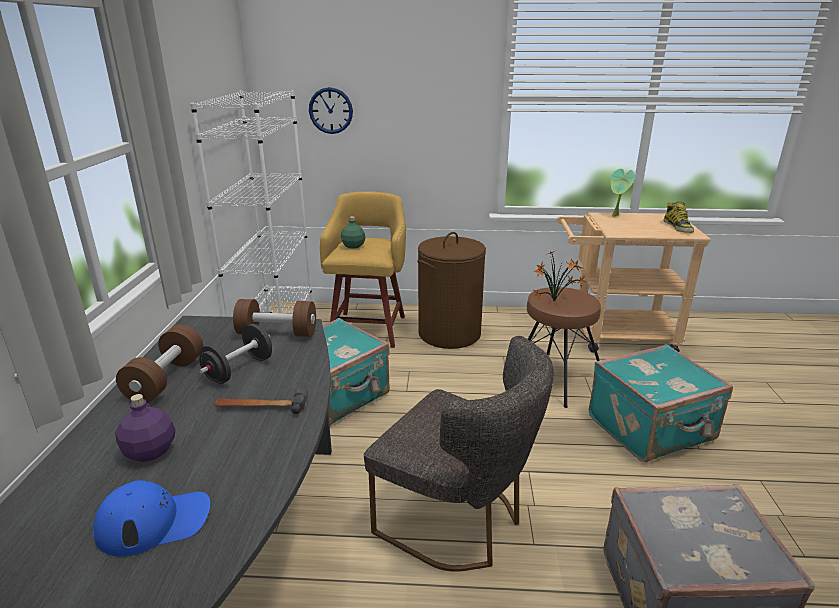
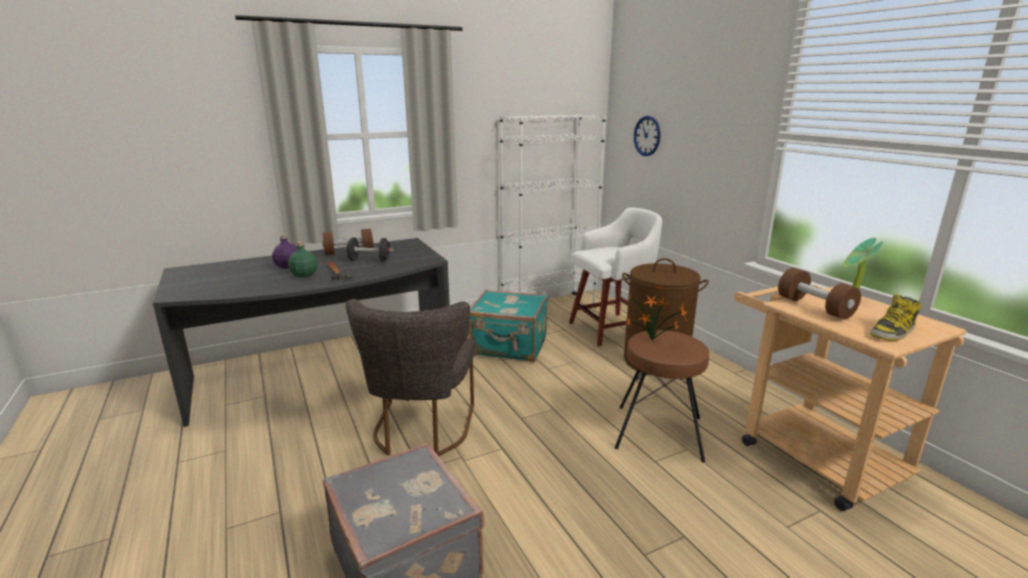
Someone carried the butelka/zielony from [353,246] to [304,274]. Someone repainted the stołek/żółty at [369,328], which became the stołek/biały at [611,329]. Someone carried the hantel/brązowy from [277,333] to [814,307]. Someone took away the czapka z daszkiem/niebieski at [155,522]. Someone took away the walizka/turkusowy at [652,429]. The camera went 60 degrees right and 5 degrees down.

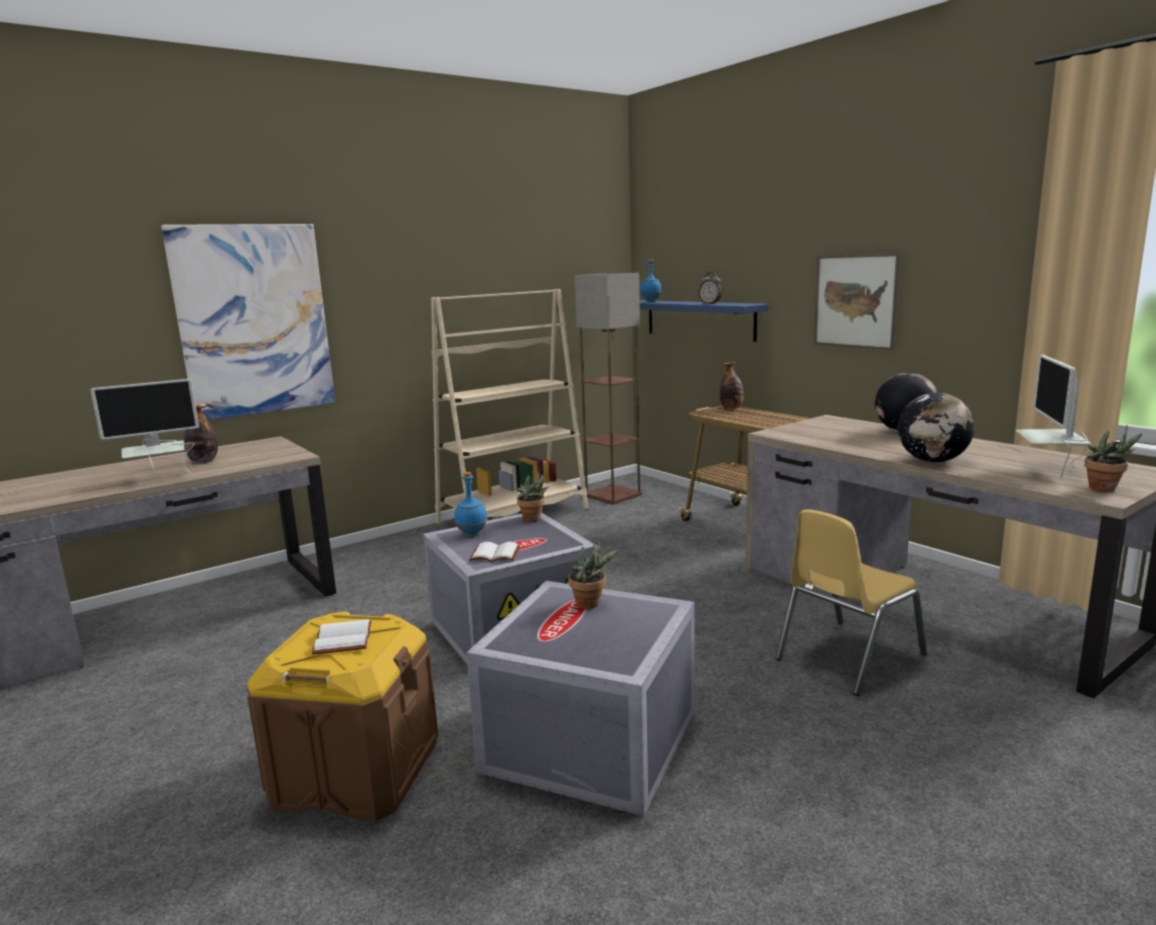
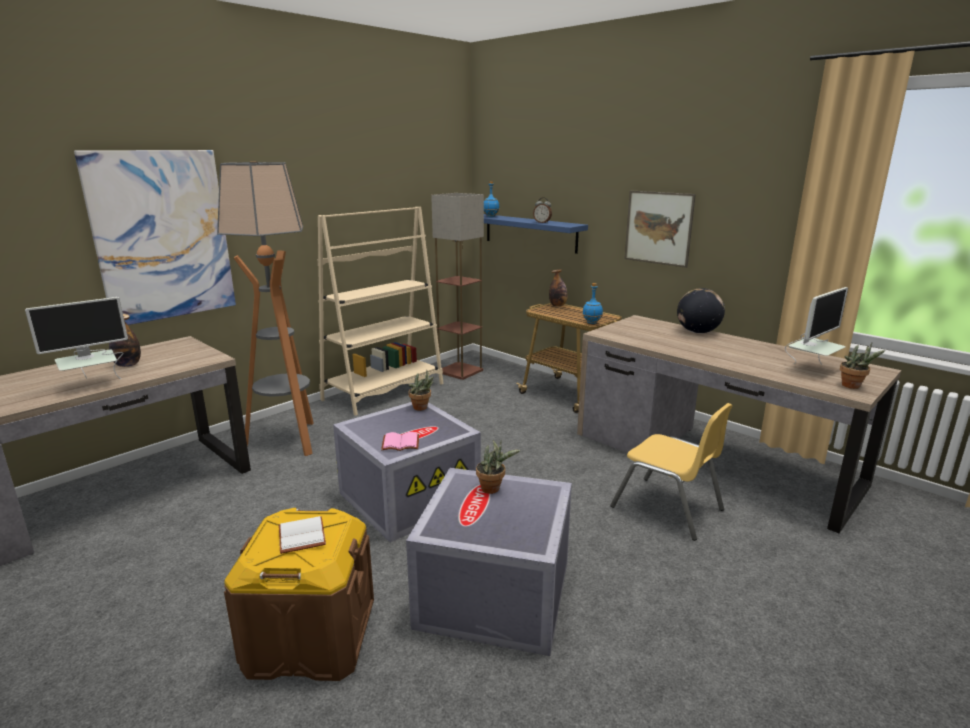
Someone put down the lampa stojąca at [288,440]. Someone repainted the książka/biały at [494,555], which became the książka/różowy at [400,444]. Someone carried the butelka/niebieski from [472,534] to [591,323]. Someone rotated the krzesło/żółty at [847,656] by 90 degrees counterclockwise. Someone rotated the monitor at [1050,470] by 135 degrees counterclockwise. Someone took away the globus at [932,461]. The camera went 10 degrees left and 5 degrees up.

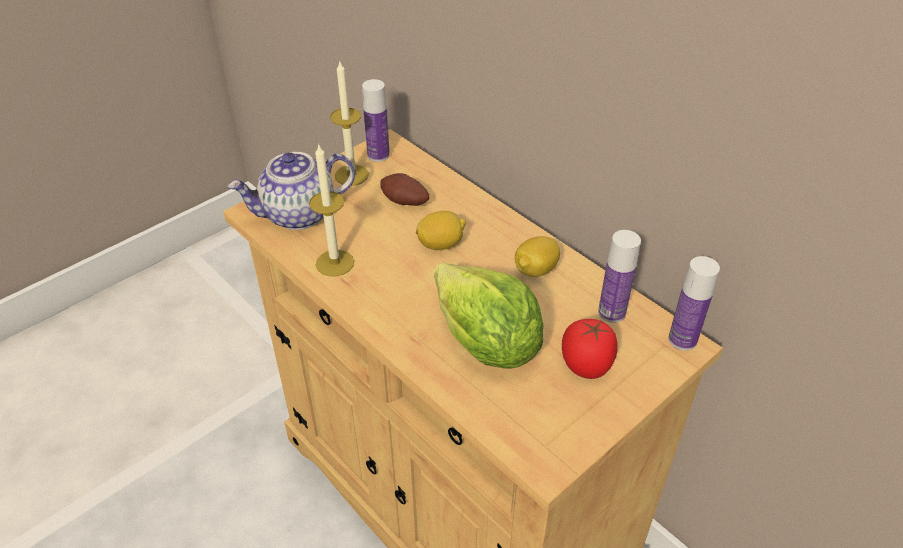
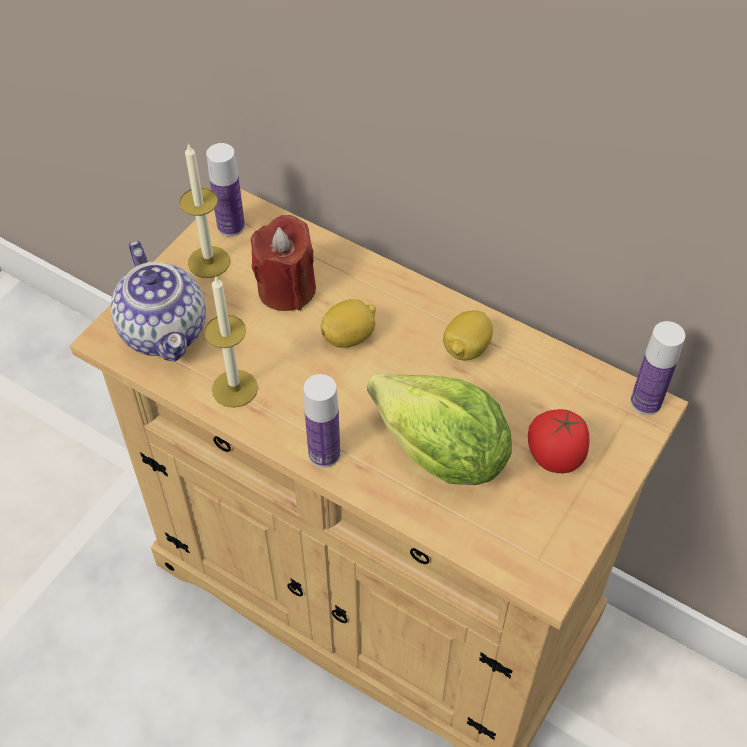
Someone rotated the imbryk at [298,215] by 75 degrees counterclockwise. Someone swapped the ziemniak at [404,203] for the świeca/czerwony at [286,289]. Someone carried the butelka from [611,312] to [324,454]. The camera went 15 degrees left and 10 degrees up.

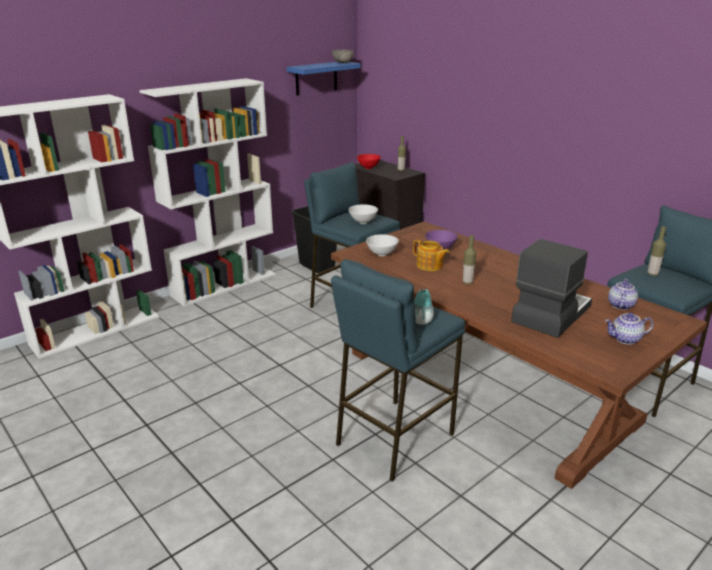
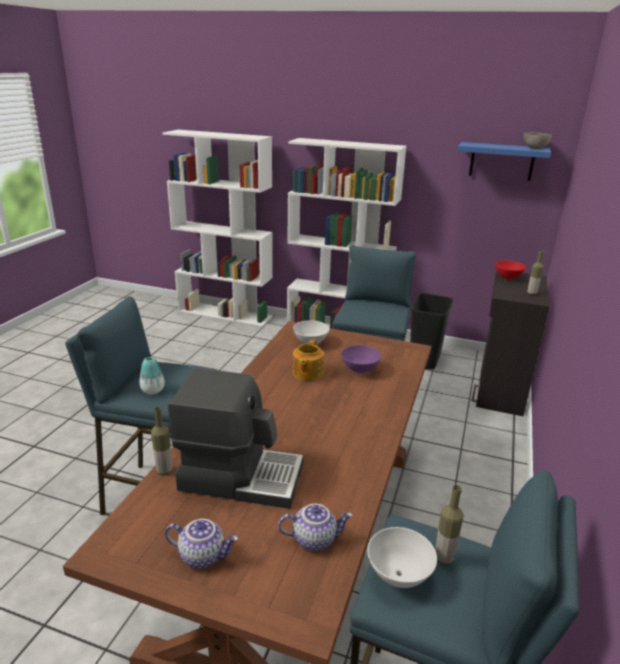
Someone carried the butelka from [467,282] to [164,471]. Someone rotated the imbryk at [625,339] by 135 degrees clockwise. Someone carried the miska/biały from [363,222] to [399,575]. The camera went 60 degrees right and 0 degrees up.

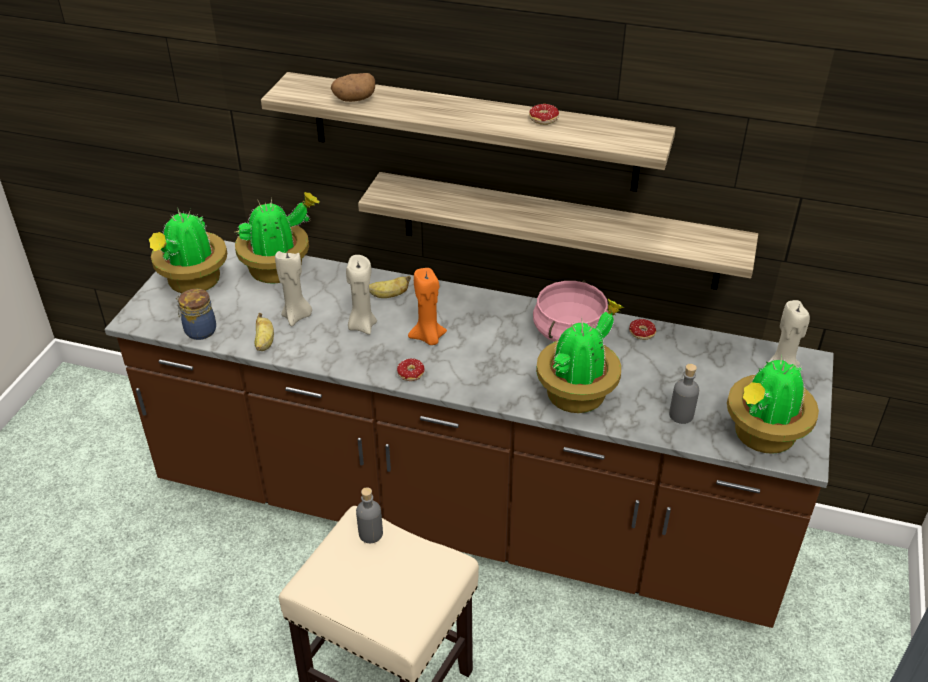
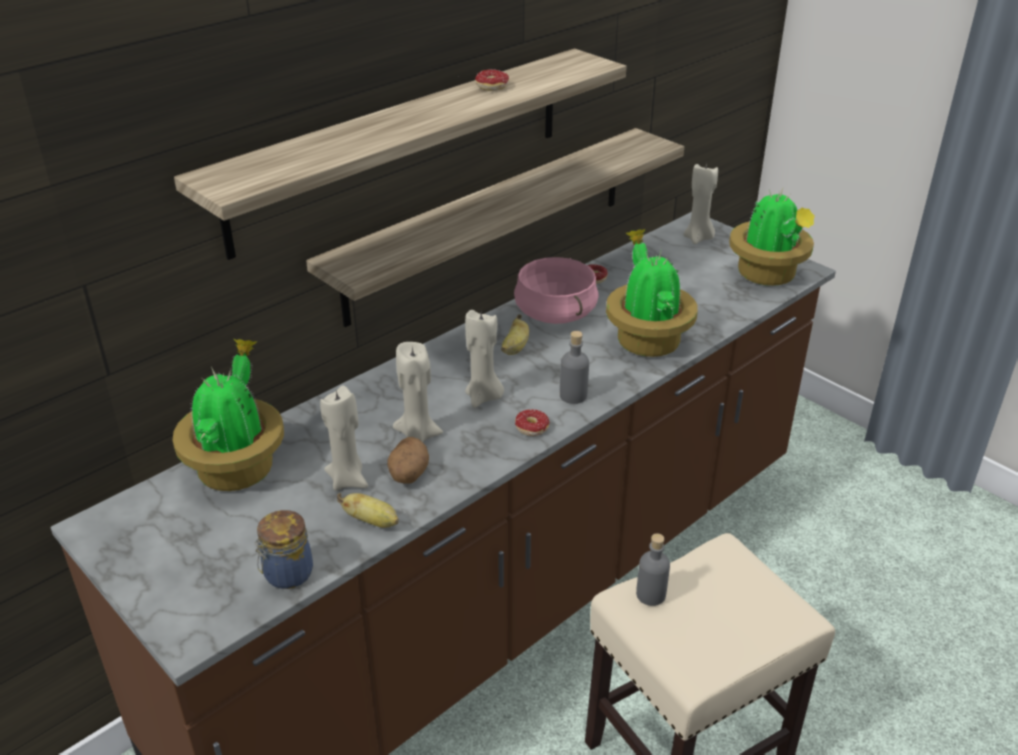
Someone carried the ziemniak from [354,100] to [408,475]. Someone repainted the świeca/pomarańczowy at [428,338], which became the świeca/beżowy at [484,397]. Someone carried the banan from [388,295] to [515,348]. Someone carried the butelka/szary from [681,415] to [573,395]. Someone took away the roślina doniczkowa at [193,282]. The camera went 60 degrees left and 5 degrees down.

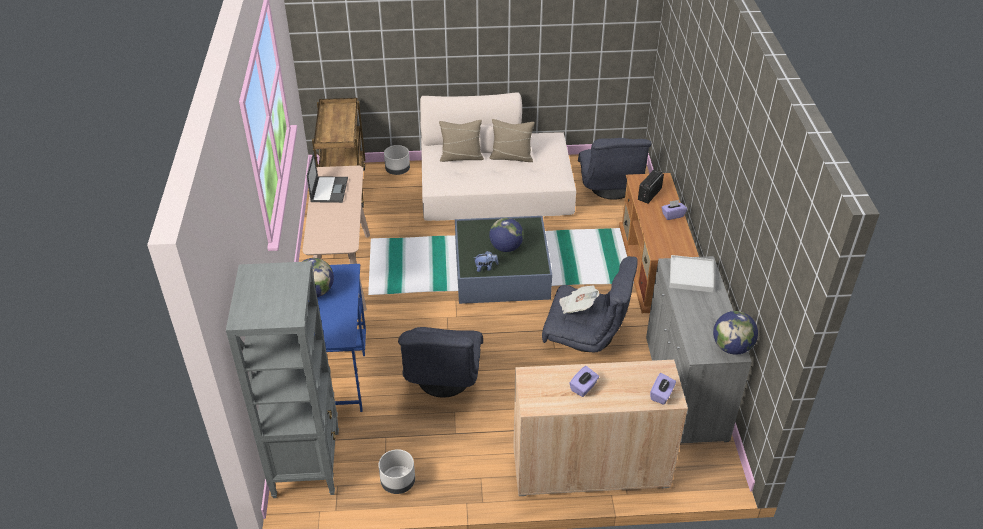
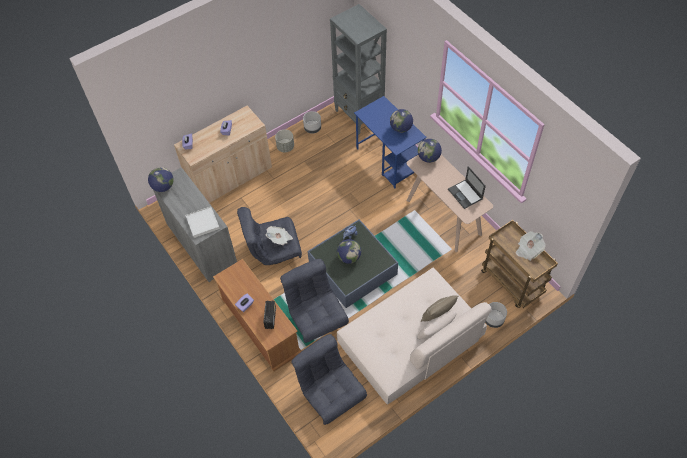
Someone put down the donica/szary at [285,147]. Someone carried the fotel/szary from [442,377] to [316,316]. Someone put down the globus at [428,158]. Someone put down the gazeta at [528,249]. Someone took away the poduszka/beżowy at [511,157]. The camera went 150 degrees right and 15 degrees up.

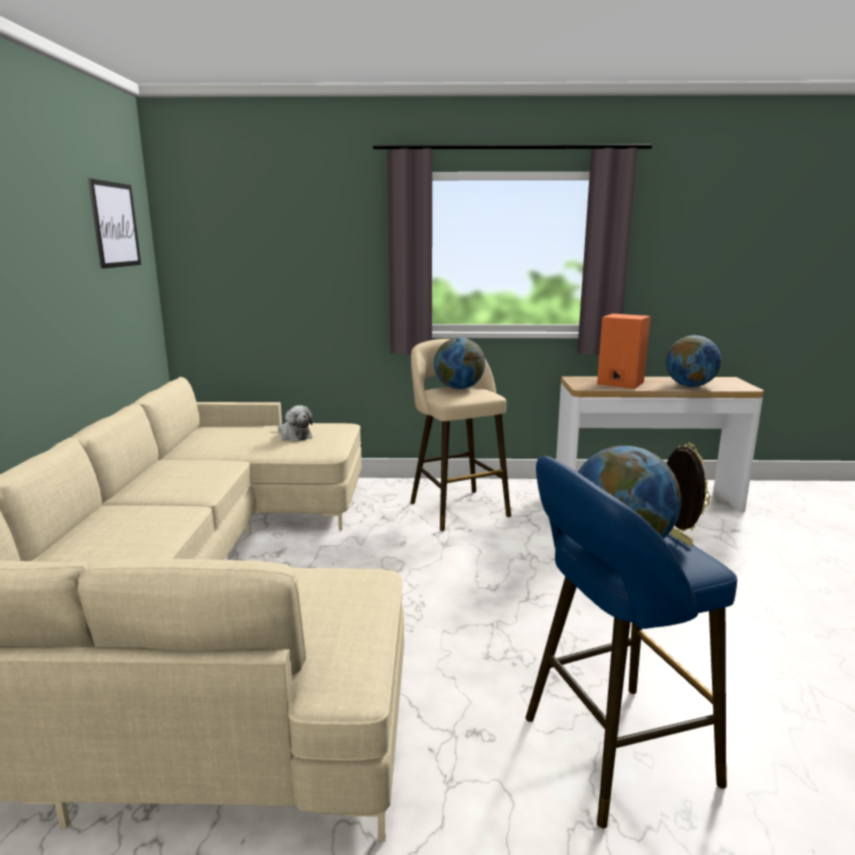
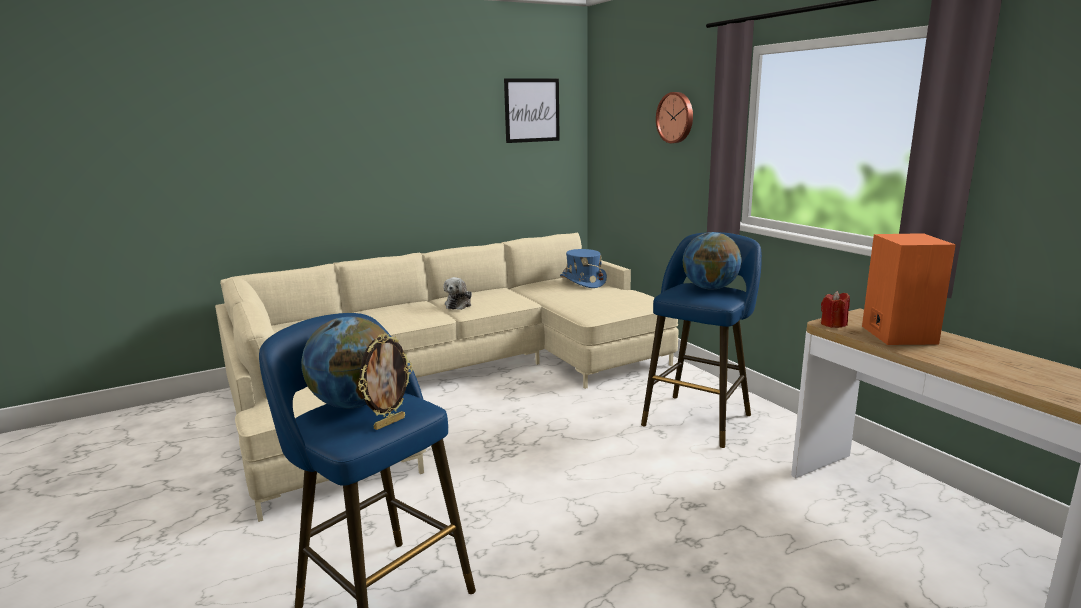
Someone carried the pluszak from [294,436] to [459,304]. Someone put down the kapelusz/niebieski at [583,282]. Someone repainted the stołek/beżowy at [456,507], which became the stołek/niebieski at [699,417]. Someone put up the zegar ścienny at [676,117]. Someone put down the świeca/czerwony at [833,324]. Someone took away the globus at [690,386]. The camera went 60 degrees right and 0 degrees up.

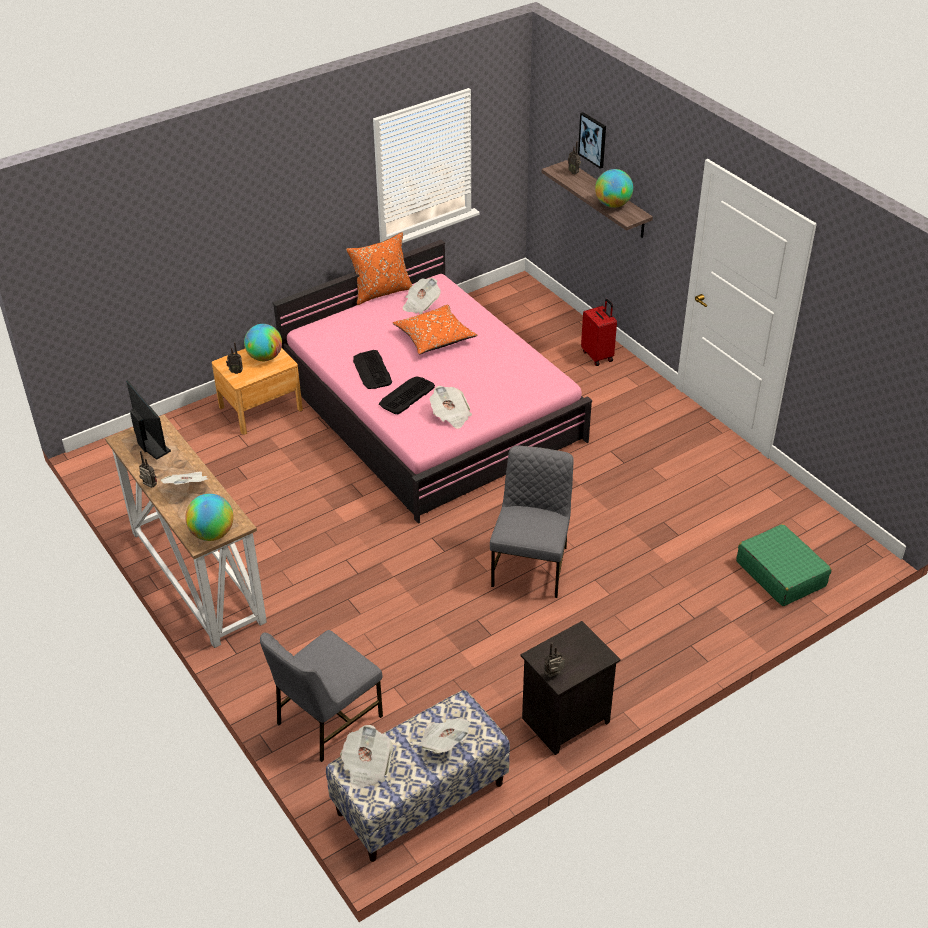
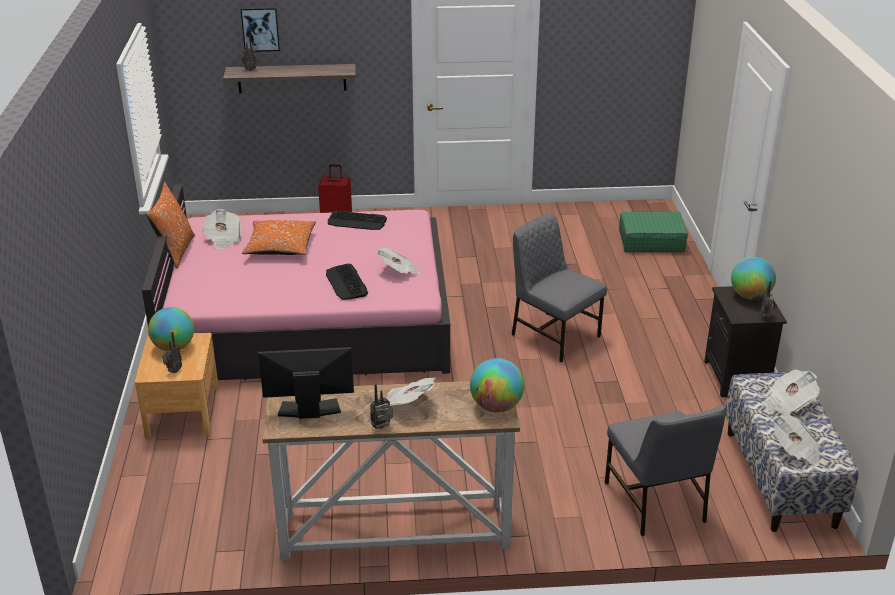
Someone carried the klawiatura from [372,370] to [357,221]. Someone carried the globus from [613,205] to [750,296]. The camera went 60 degrees left and 10 degrees down.

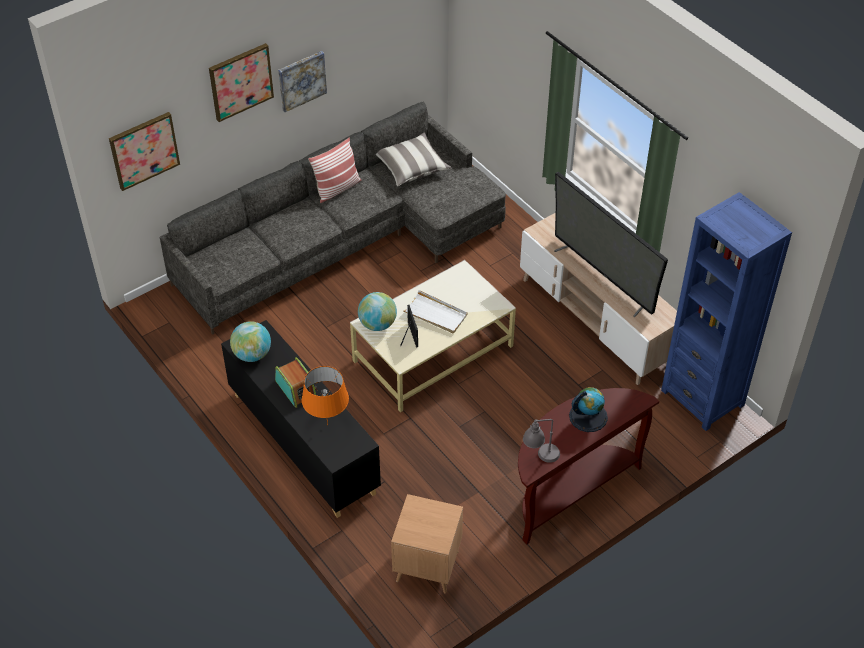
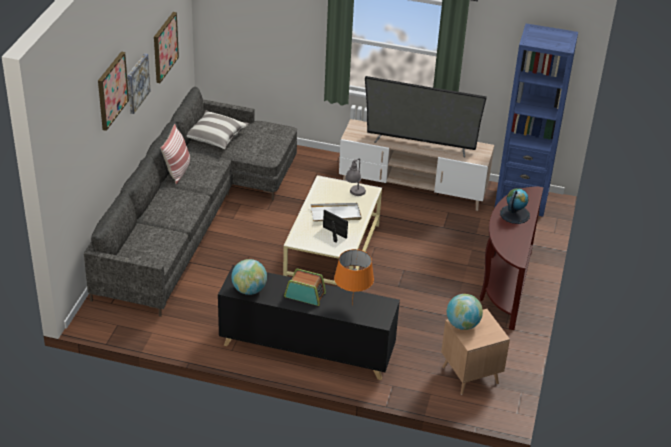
Someone carried the obraz from [144,150] to [164,47]. Someone carried the lampa stołowa/szary from [540,457] to [355,195]. Someone carried the globus from [377,324] to [462,325]. The camera went 40 degrees left and 10 degrees down.

